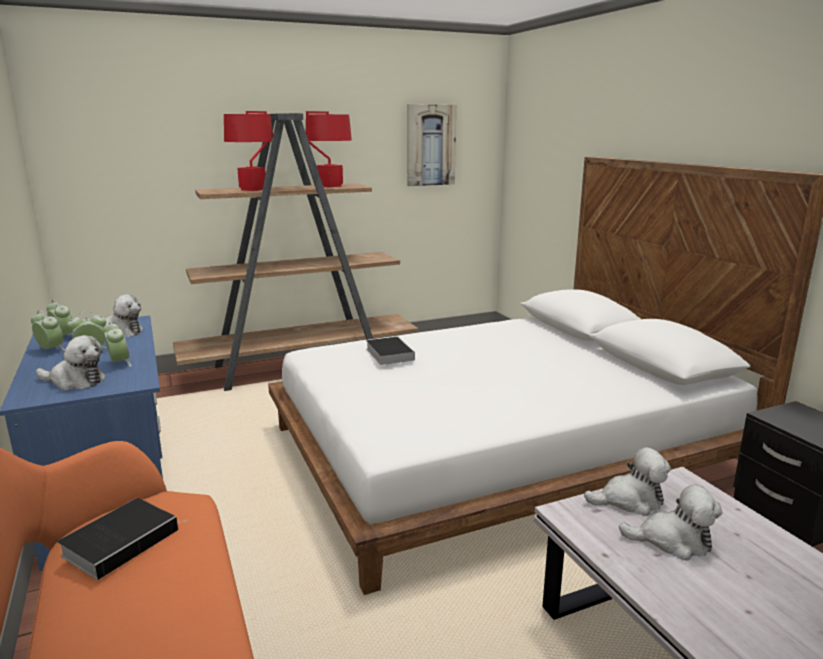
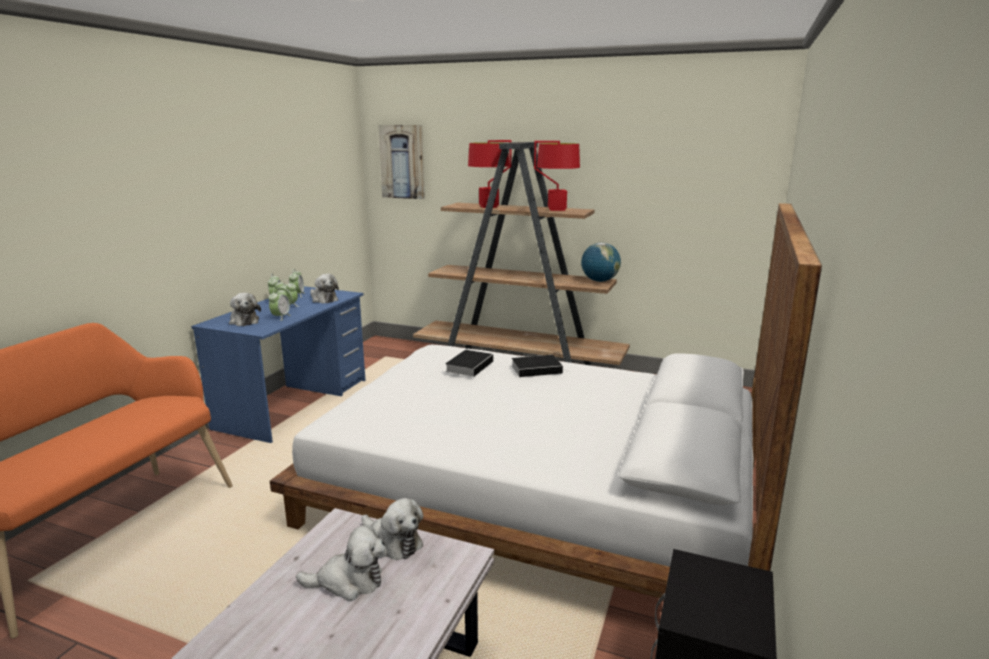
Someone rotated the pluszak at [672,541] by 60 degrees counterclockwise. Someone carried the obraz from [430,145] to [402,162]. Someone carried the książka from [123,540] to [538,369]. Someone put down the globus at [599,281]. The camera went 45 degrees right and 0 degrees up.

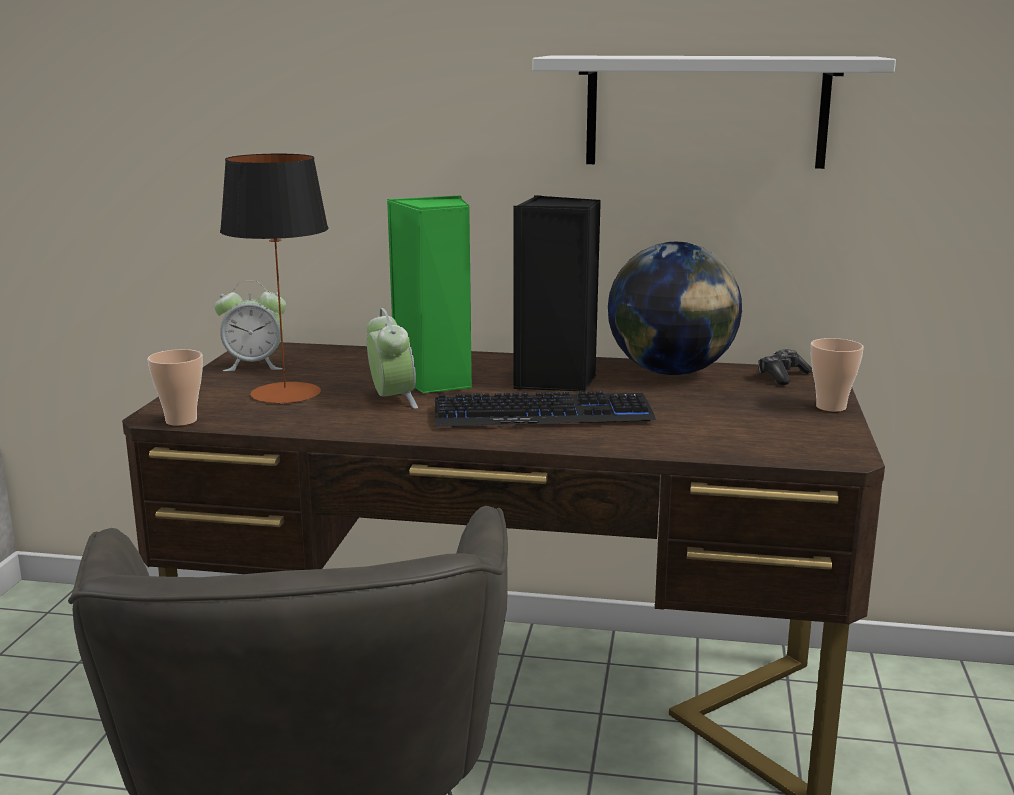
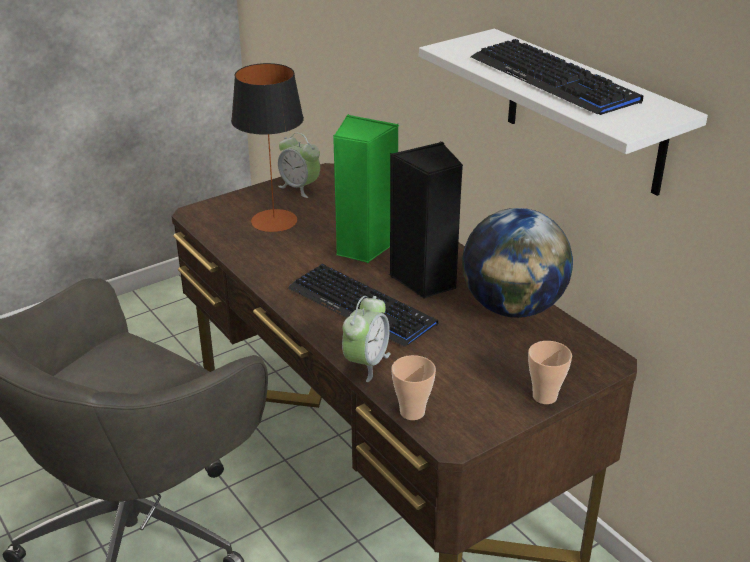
Someone carried the budzik from [392,400] to [366,363]. Someone carried the filiżanka from [181,421] to [412,412]. Someone put down the klawiatura at [553,80]. Someone took away the pad do gier at [782,376]. The camera went 45 degrees right and 15 degrees up.

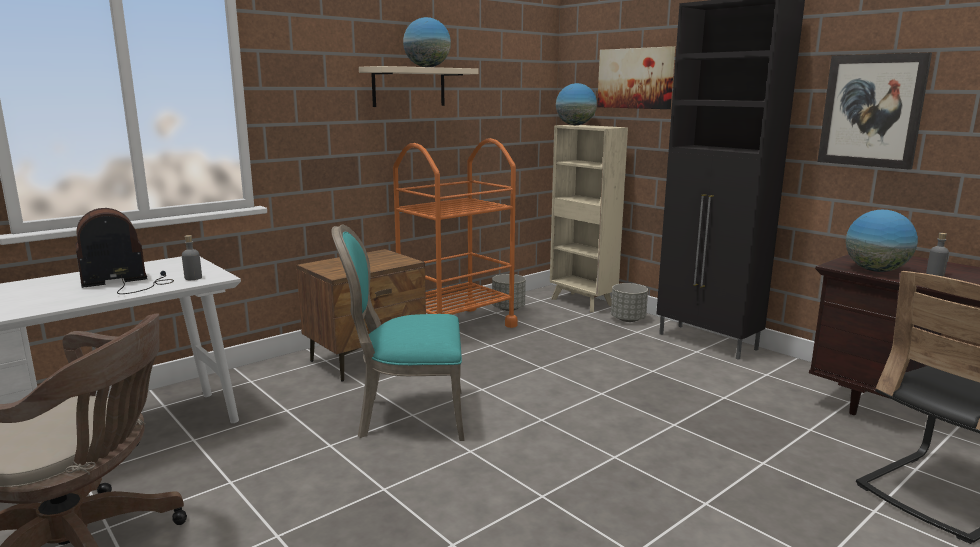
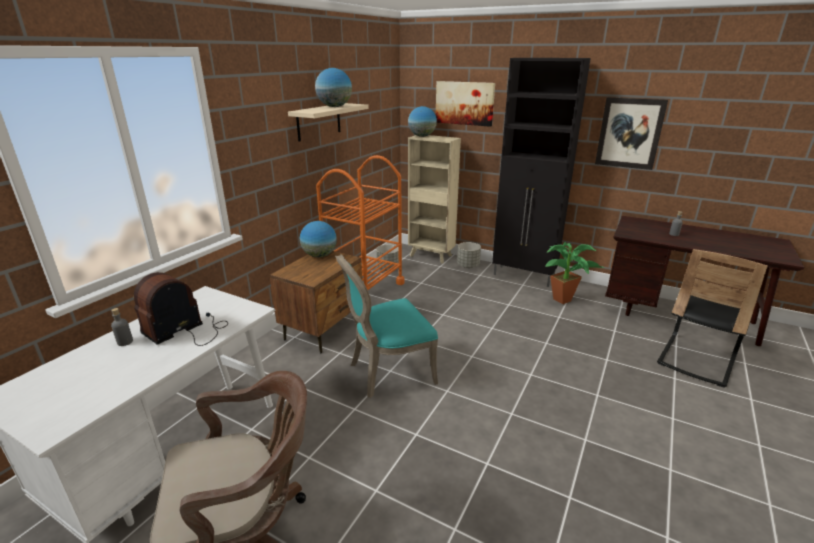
Someone carried the butelka/szary from [193,278] to [125,342]. Someone carried the globus from [875,270] to [319,255]. Someone put down the roślina doniczkowa at [565,300]. The camera went 20 degrees left and 10 degrees up.

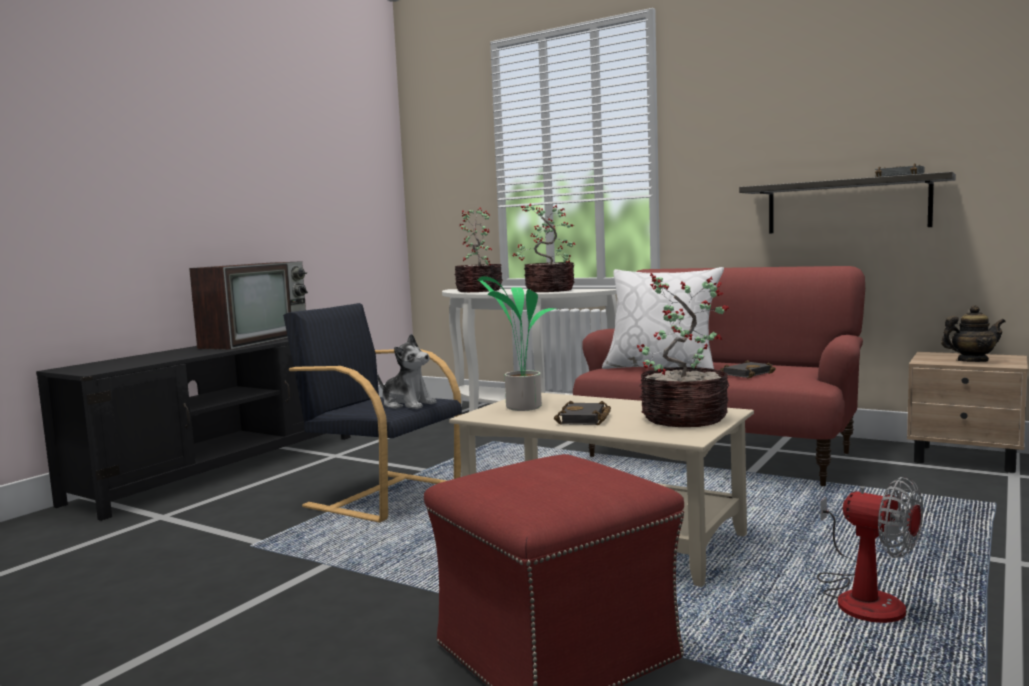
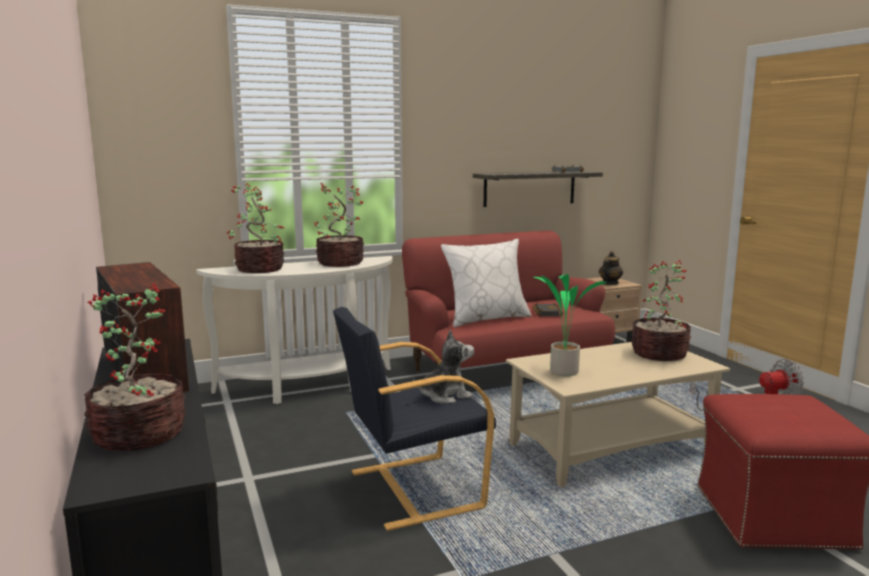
Someone put down the roślina doniczkowa at [139,435]. Someone took away the książka/czarny at [585,419]. The camera went 55 degrees left and 5 degrees up.

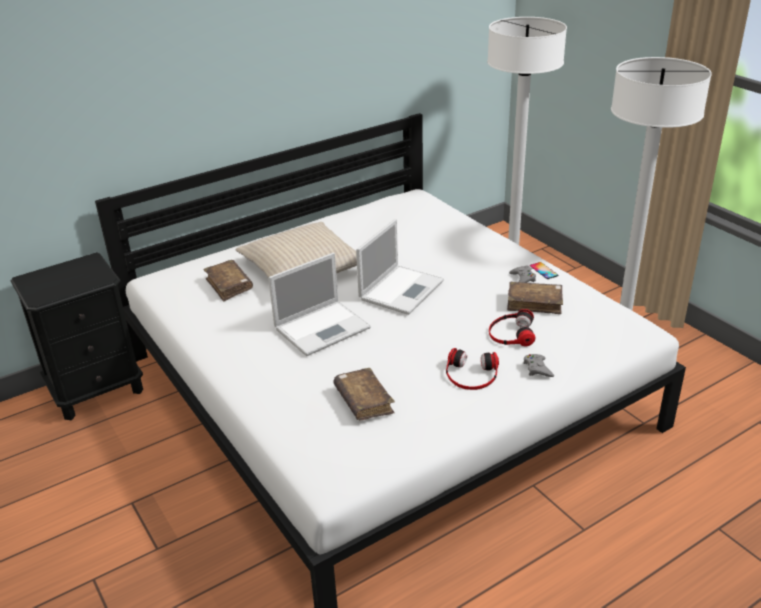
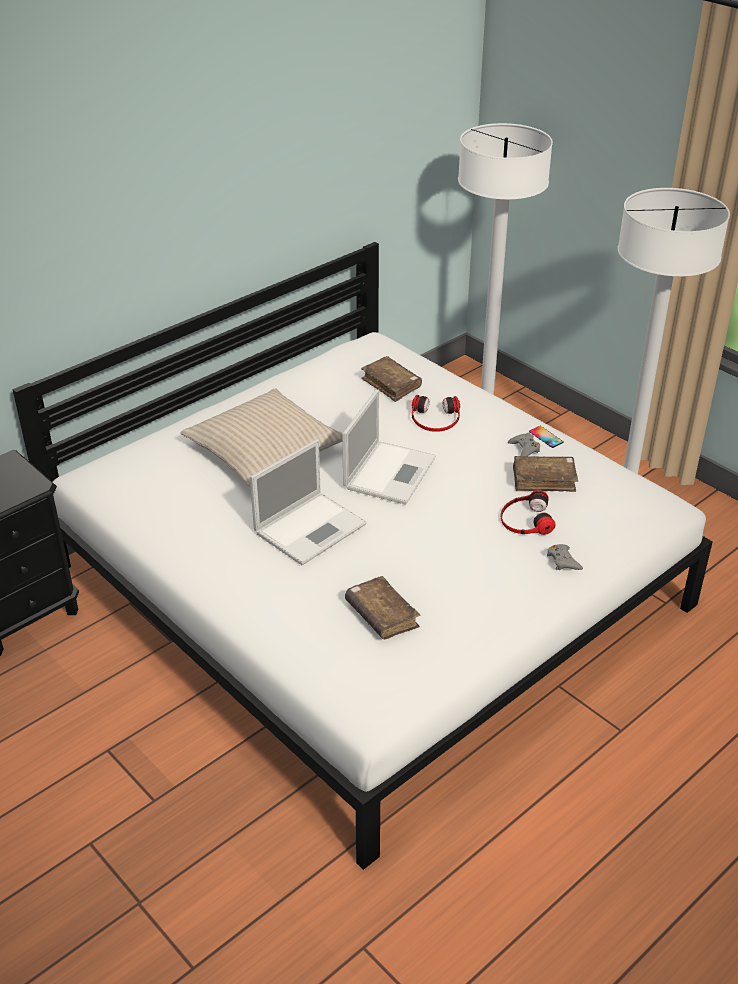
Someone carried the książka/brązowy from [229,285] to [391,384]. Someone carried the słuchawki from [471,375] to [435,419]. The camera went 10 degrees left and 5 degrees up.

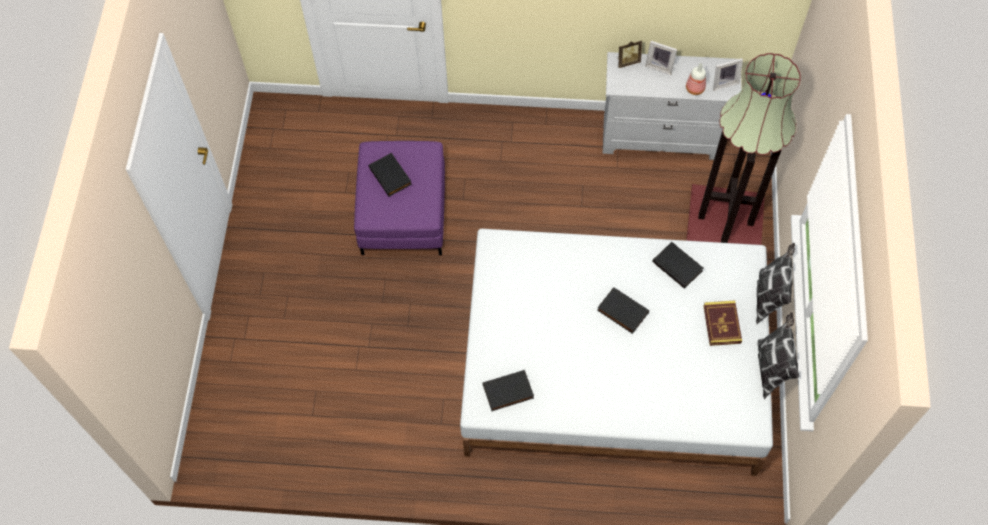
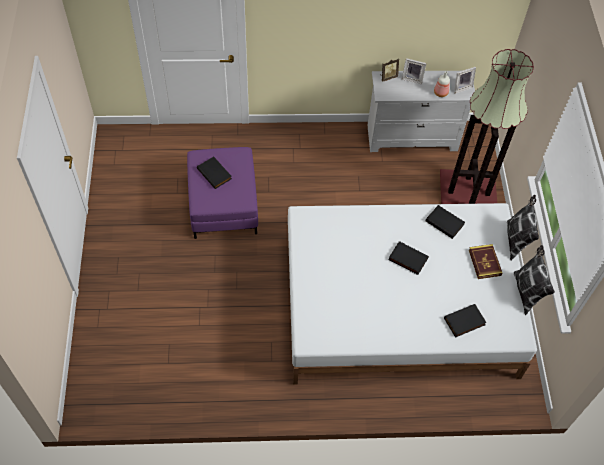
Someone carried the książka/czarny from [508,392] to [464,322]. The camera went 10 degrees left and 5 degrees down.

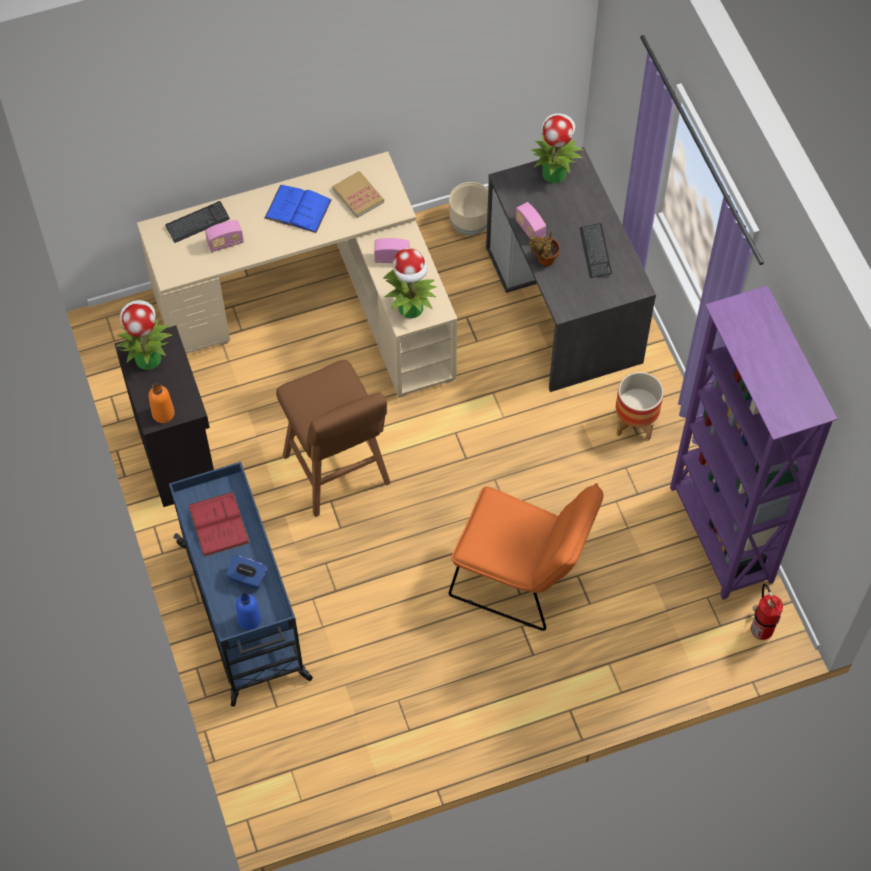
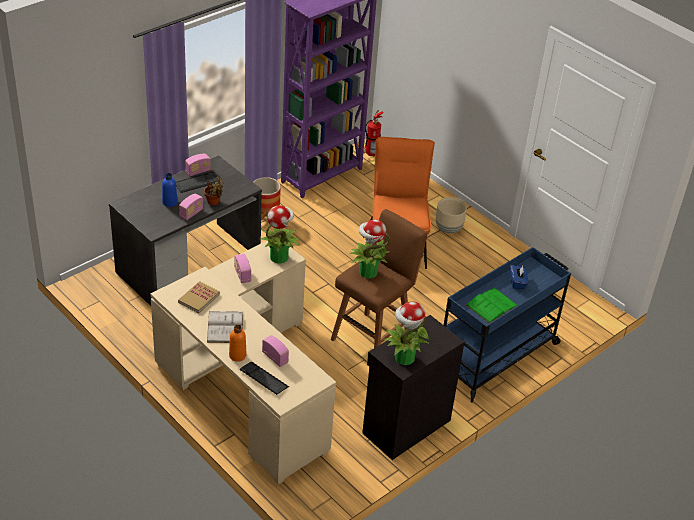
Someone carried the butelka/niebieski from [249,619] to [170,202]. Someone put down the radio at [198,171]. Someone repainted the książka/niebieski at [298,209], which became the książka/biały at [225,327]. Someone carried the butelka/pomarańczowy from [163,413] to [237,355]. Someone carried the roślina doniczkowa from [554,172] to [367,272]. Someone carried the donica/beżowy from [469,225] to [448,229]. Someone repainted the książka/czerwony at [218,524], which became the książka/zielony at [491,305]. The camera went 115 degrees left and 20 degrees down.

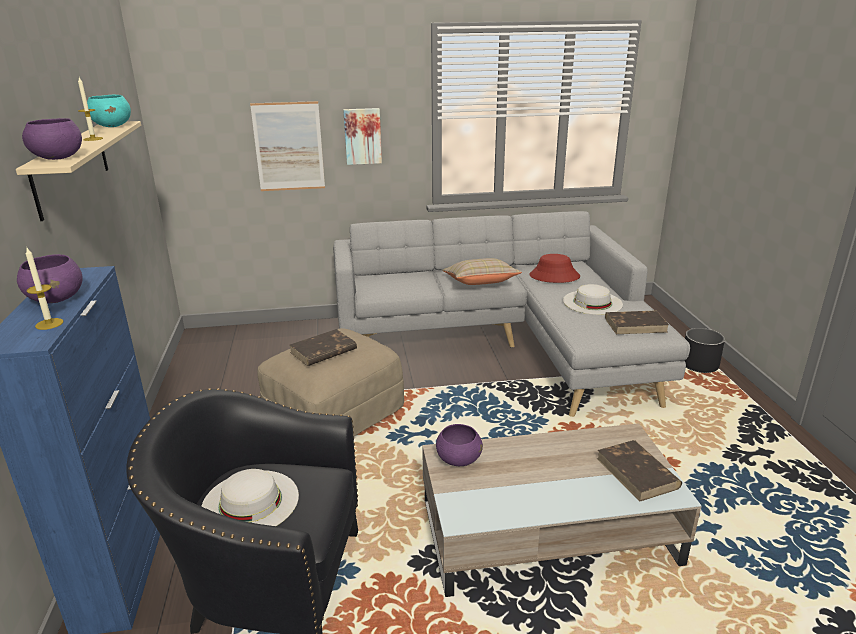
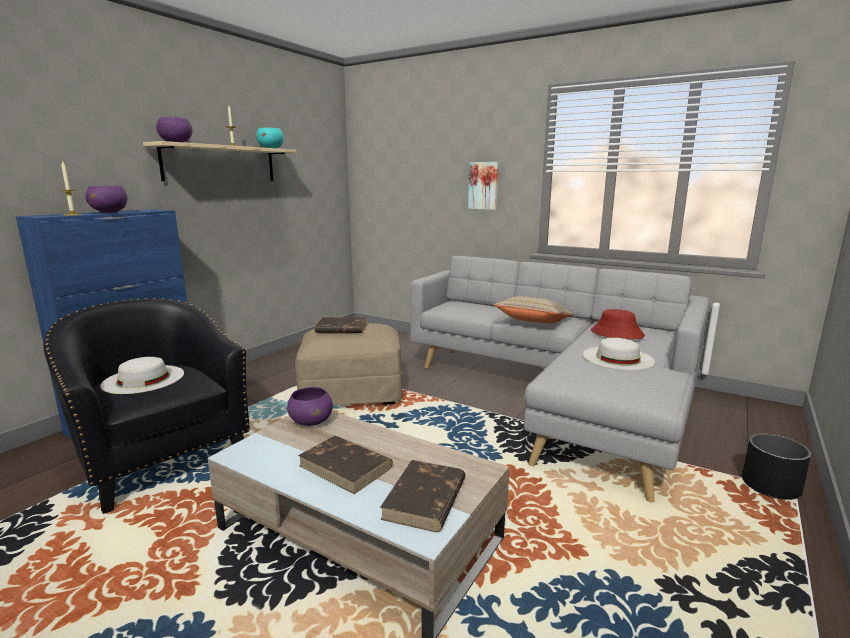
Someone carried the książka/brązowy from [636,325] to [346,467]. Someone took away the obraz at [288,147]. The camera went 40 degrees right and 10 degrees down.

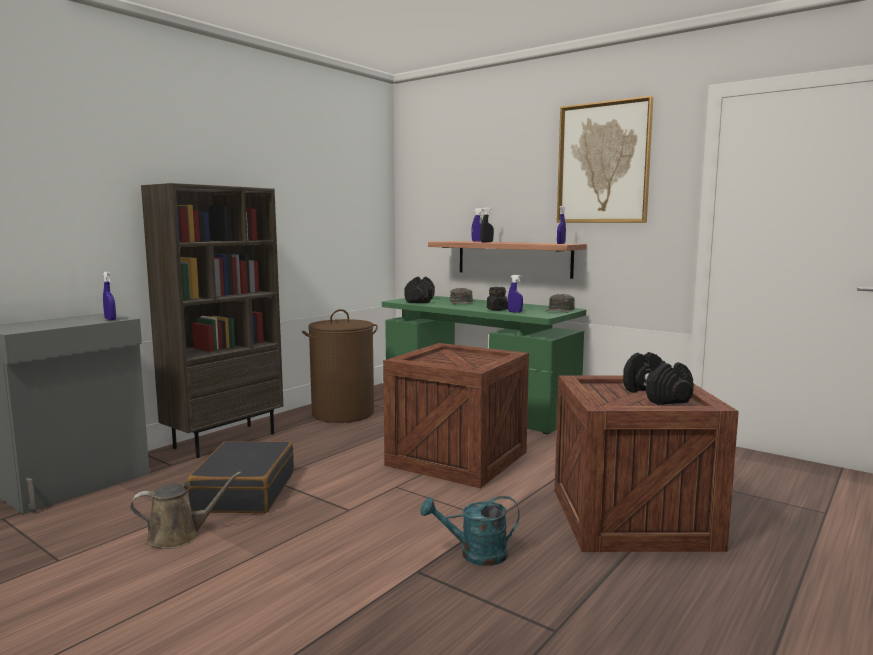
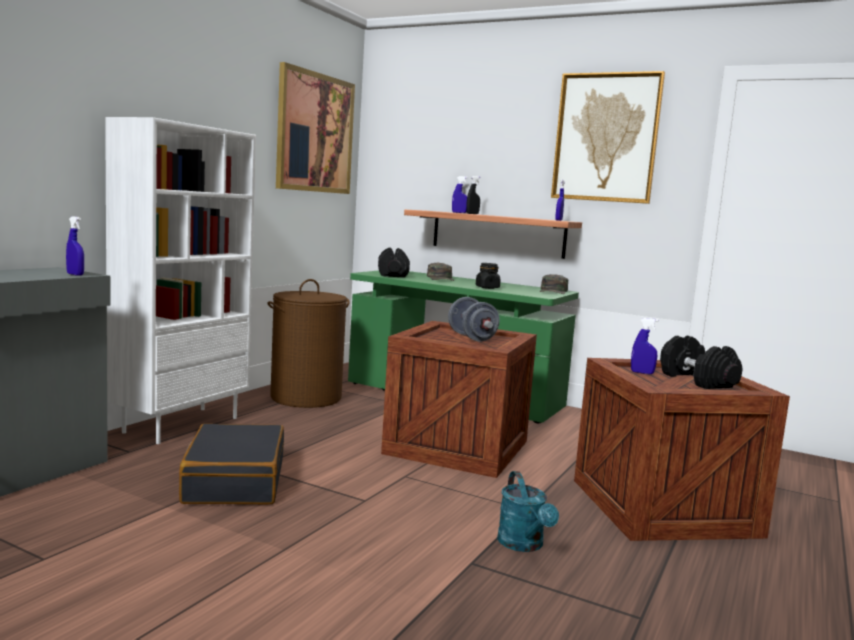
Someone repainted the regał/brązowy at [225,440], which became the regał/biały at [181,424]. Someone put up the obraz at [315,133]. Someone put down the hantel/szary at [471,337]. Someone rotated the konewka/turkusowy at [475,555] by 90 degrees counterclockwise. Someone carried the spryskiwacz/niebieski from [515,312] to [642,373]. Someone took away the konewka/brązowy at [179,536]. The camera went 10 degrees left and 0 degrees up.

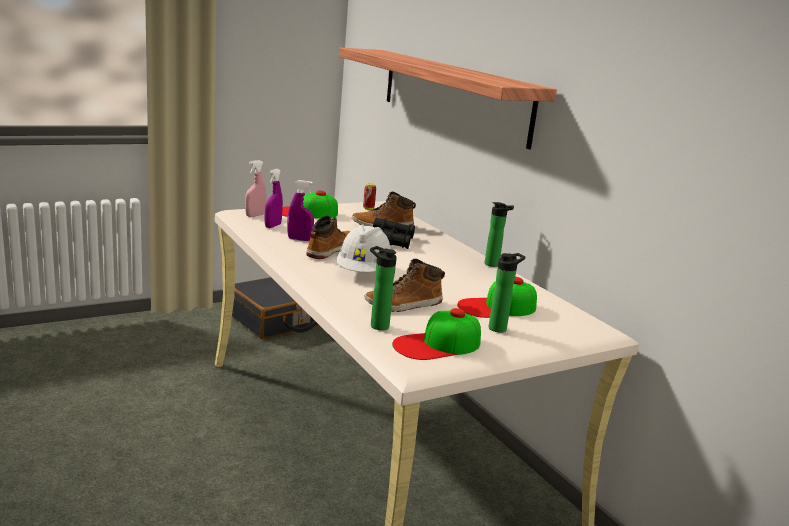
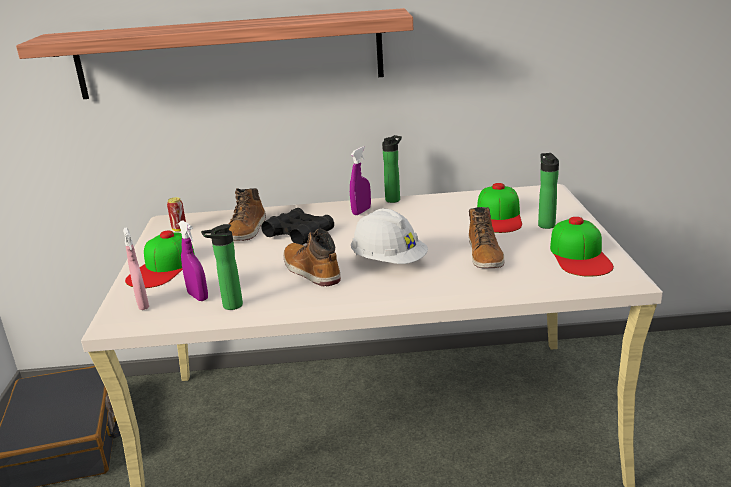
Someone carried the butelka from [377,325] to [229,306]. Someone carried the spryskiwacz/fioletowy from [299,239] to [361,211]. The camera went 60 degrees left and 5 degrees up.

